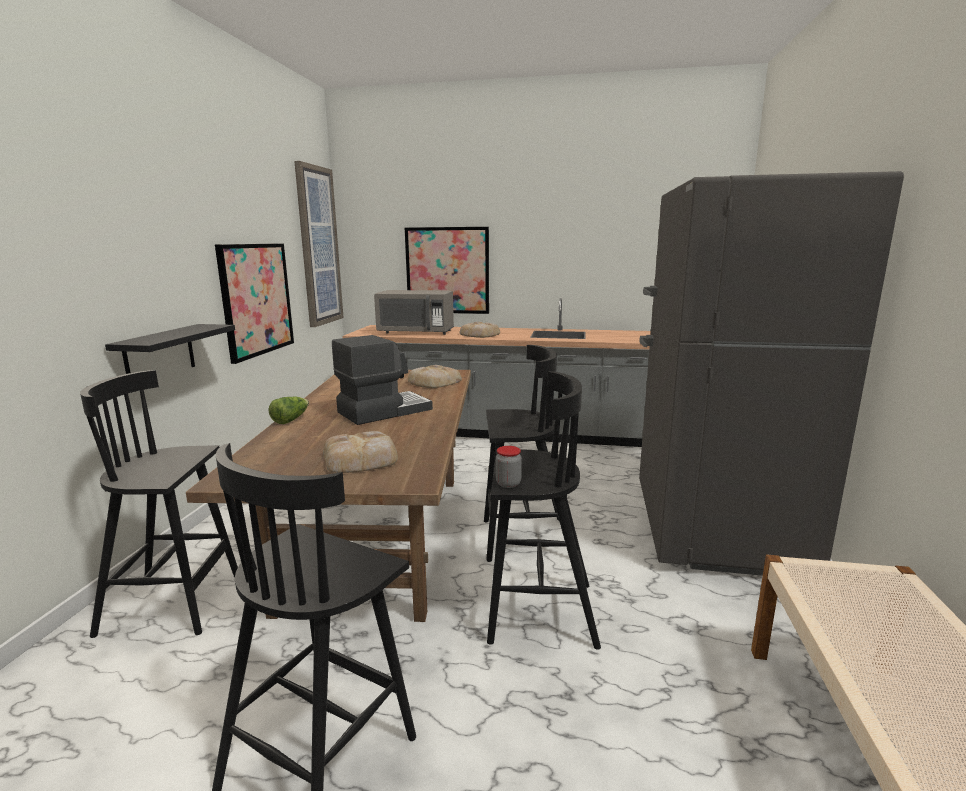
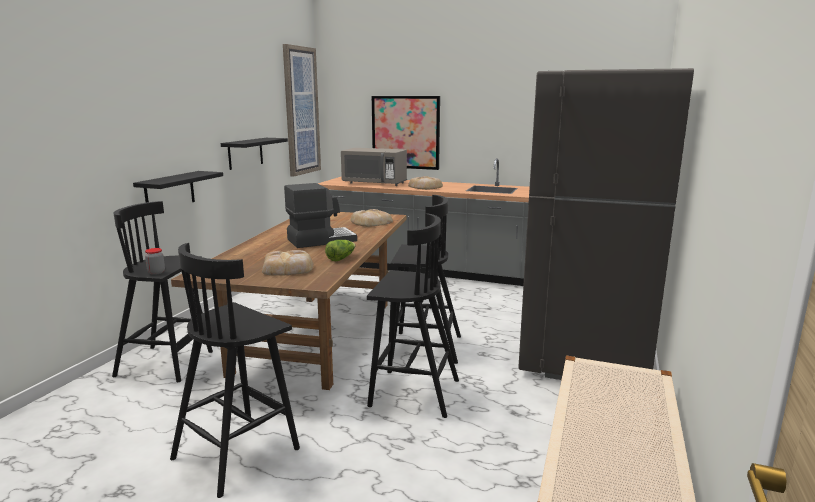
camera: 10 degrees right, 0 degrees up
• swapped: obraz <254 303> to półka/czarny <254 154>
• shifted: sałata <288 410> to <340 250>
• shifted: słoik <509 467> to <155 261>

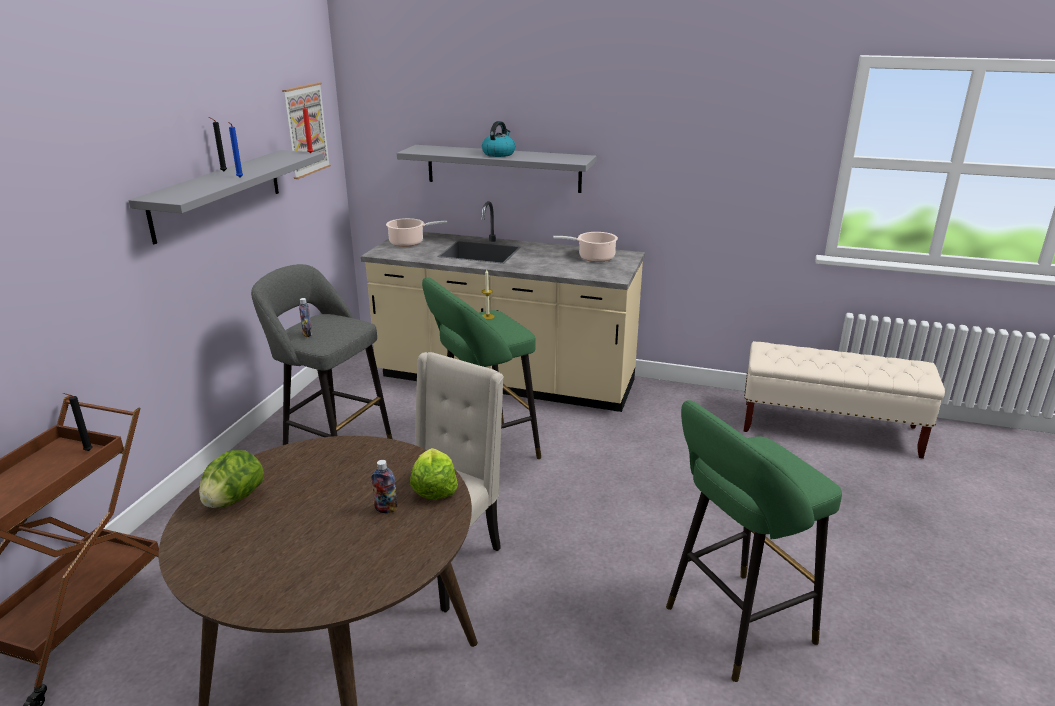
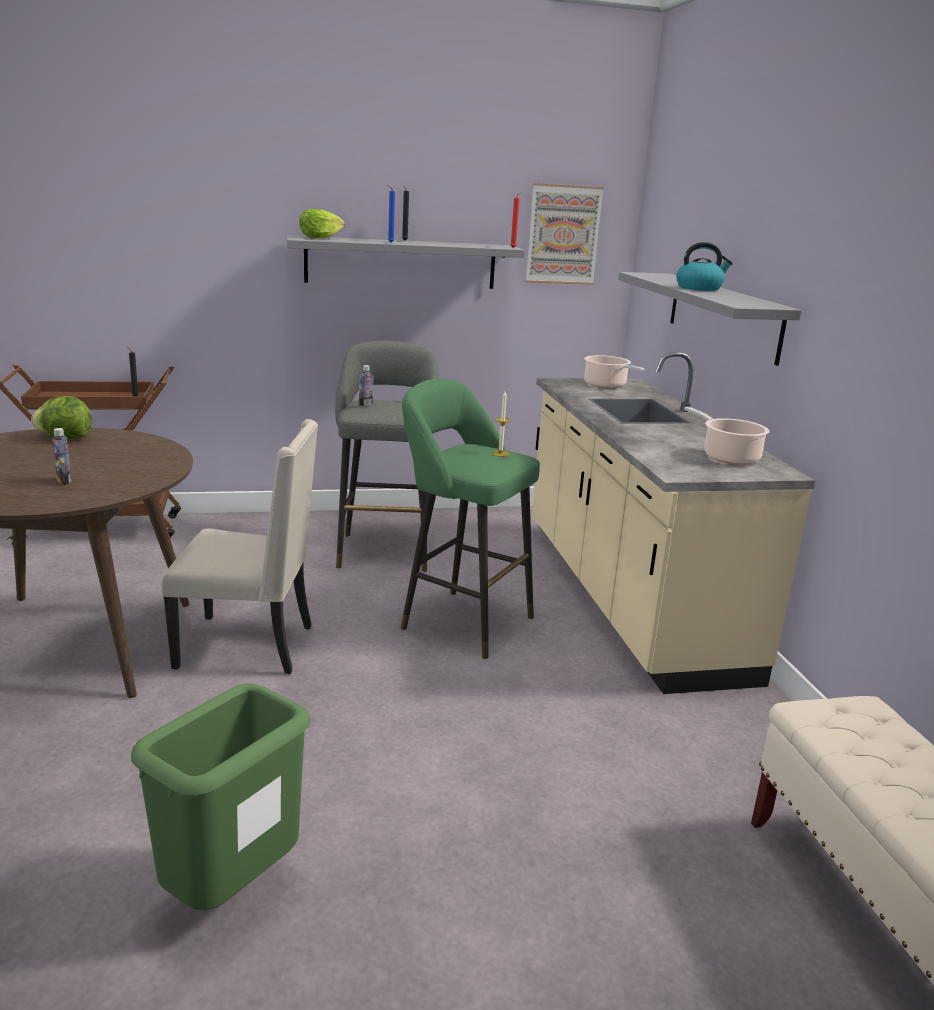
camera: 60 degrees right, 5 degrees down
• swapped: stołek/zielony <754 541> to kosz na śmieci/zielony <221 796>
• shifted: sałata <434 473> to <322 223>

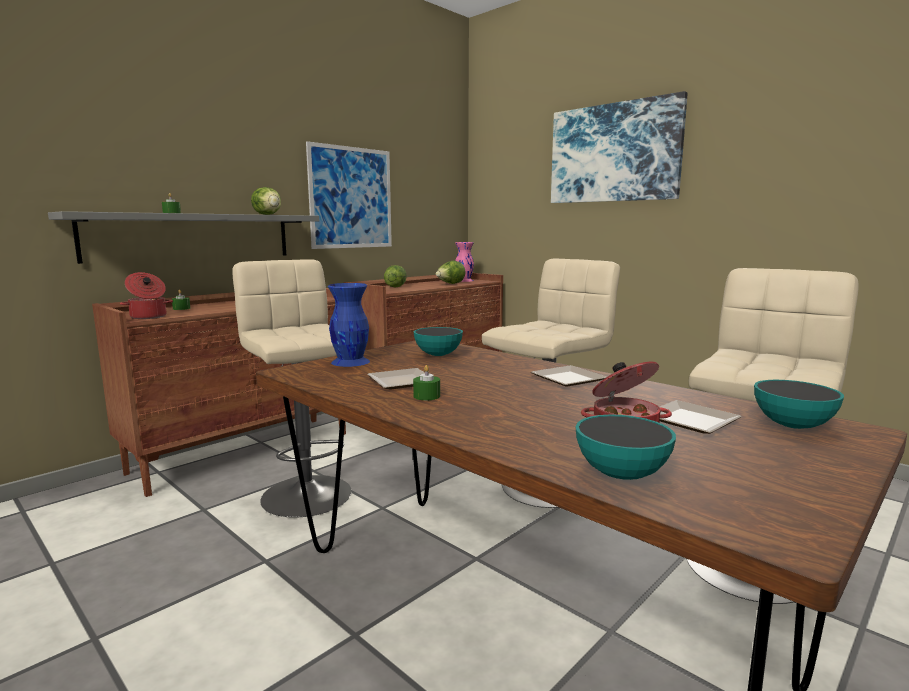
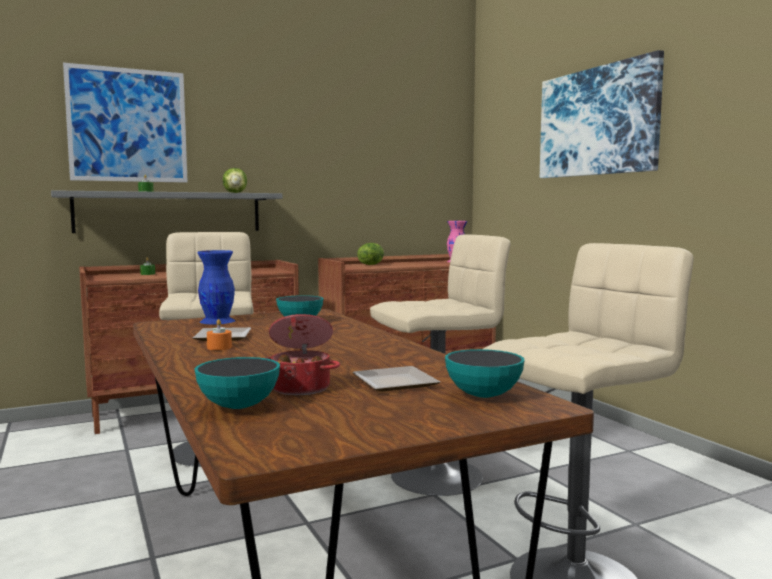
camera: 20 degrees right, 5 degrees down
• shifted: obraz <349 195> to <125 123>
• gone: sałata <451 272>
• gone: garnek <146 295>
• repainted: świeca/zielony <426 383> to świeca/pomarańczowy <219 334>
• gone: talerz <569 376>

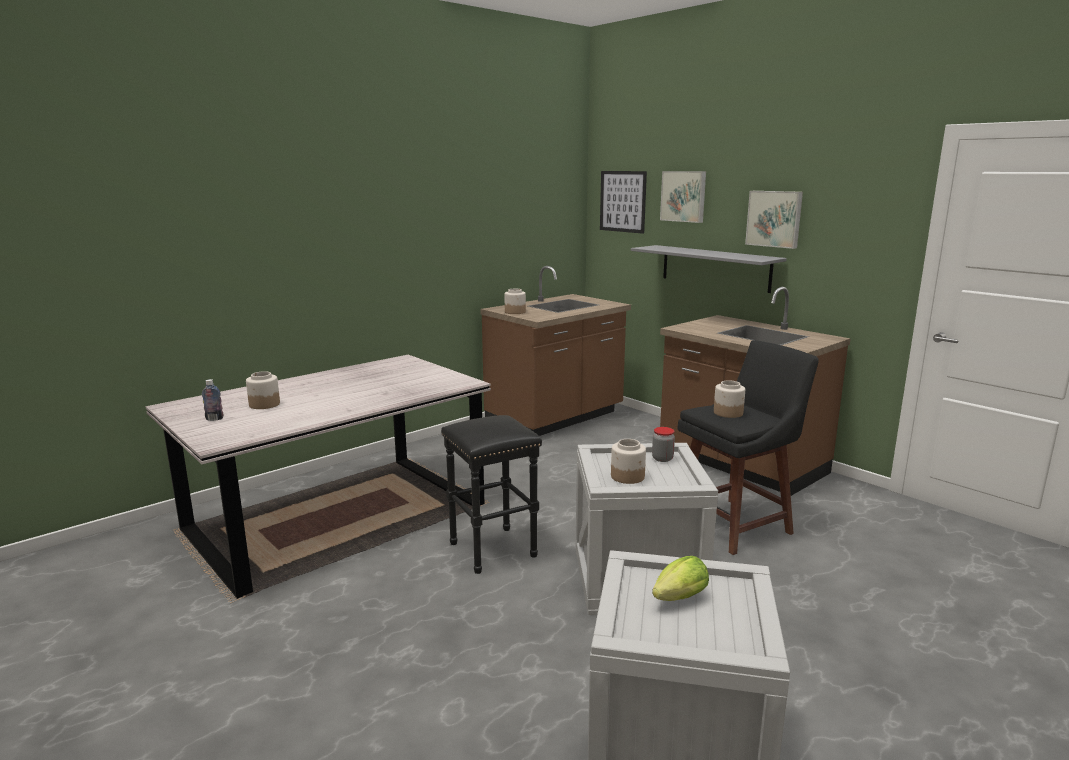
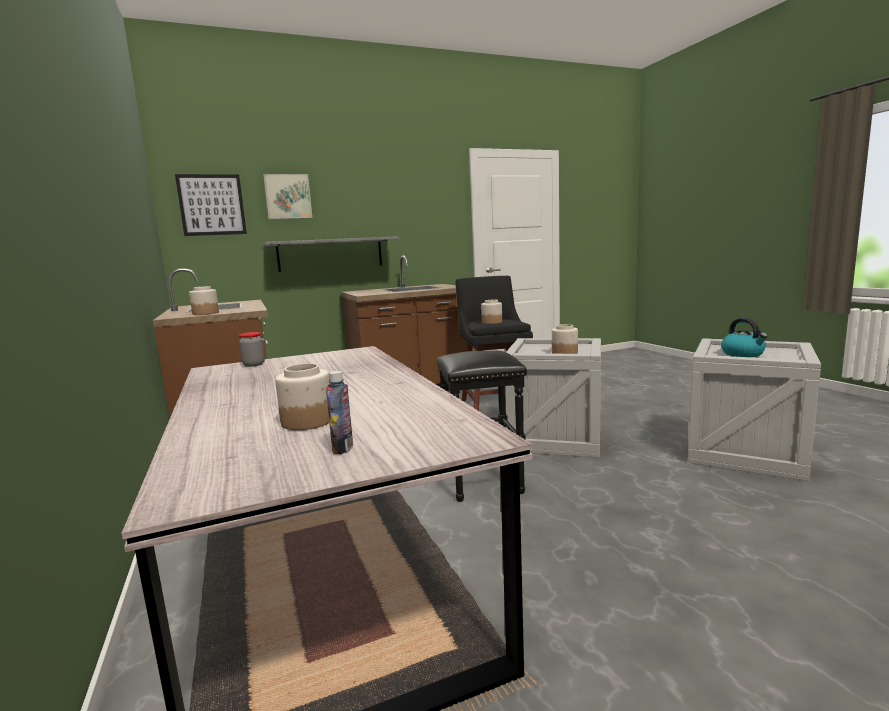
camera: 70 degrees left, 5 degrees down
• gone: obraz <774 220>
• shifted: słoik <663 444> to <252 349>
• swapped: sałata <680 578> to czajnik <744 337>

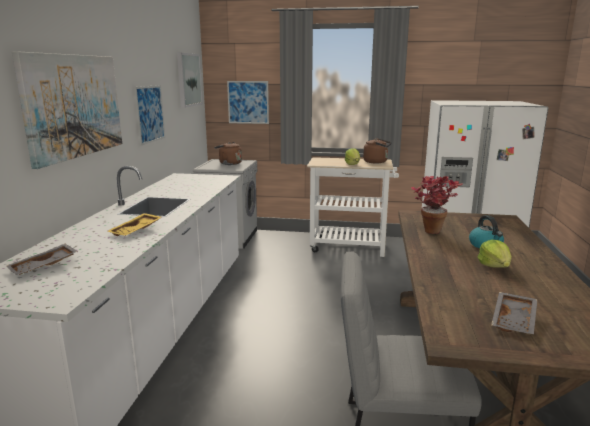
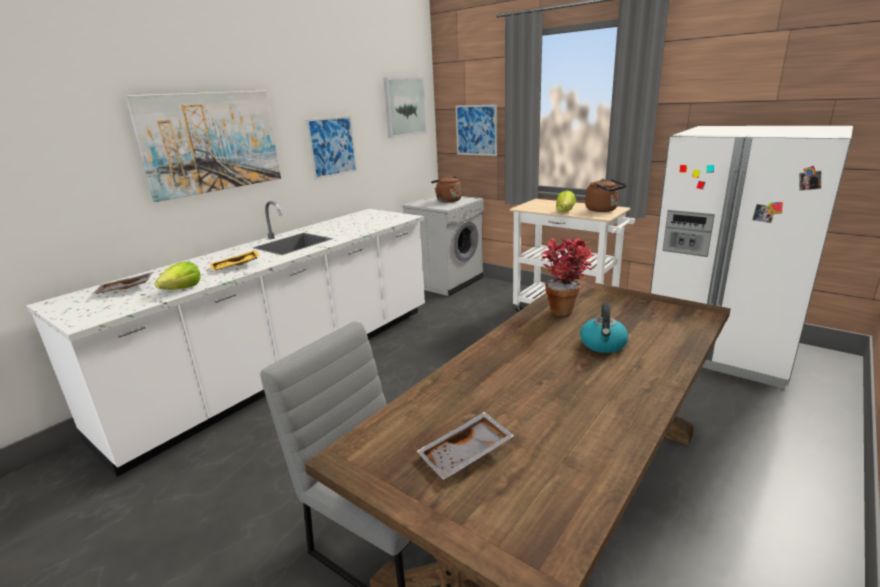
camera: 30 degrees right, 5 degrees up
• shifted: sałata <495 254> to <177 275>

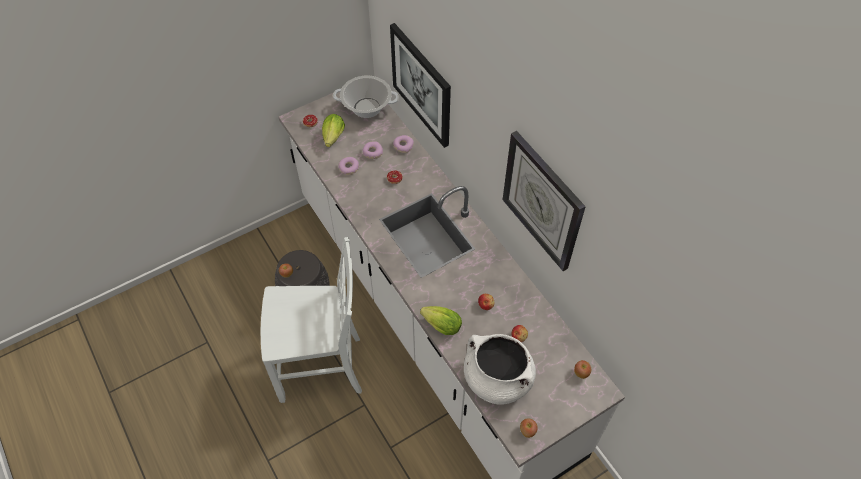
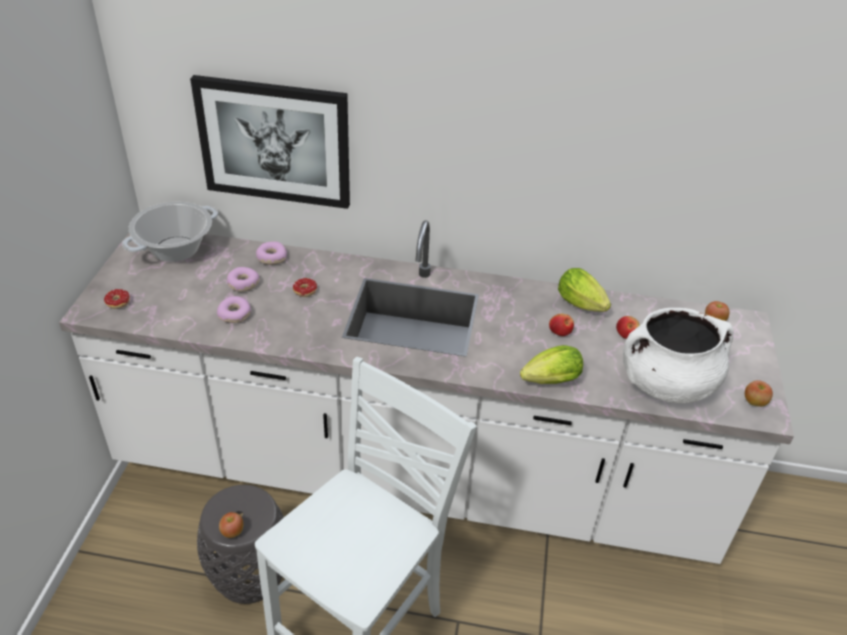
camera: 50 degrees left, 15 degrees down
• shifted: sałata <333 130> to <584 290>
• gone: zegar ścienny <544 201>

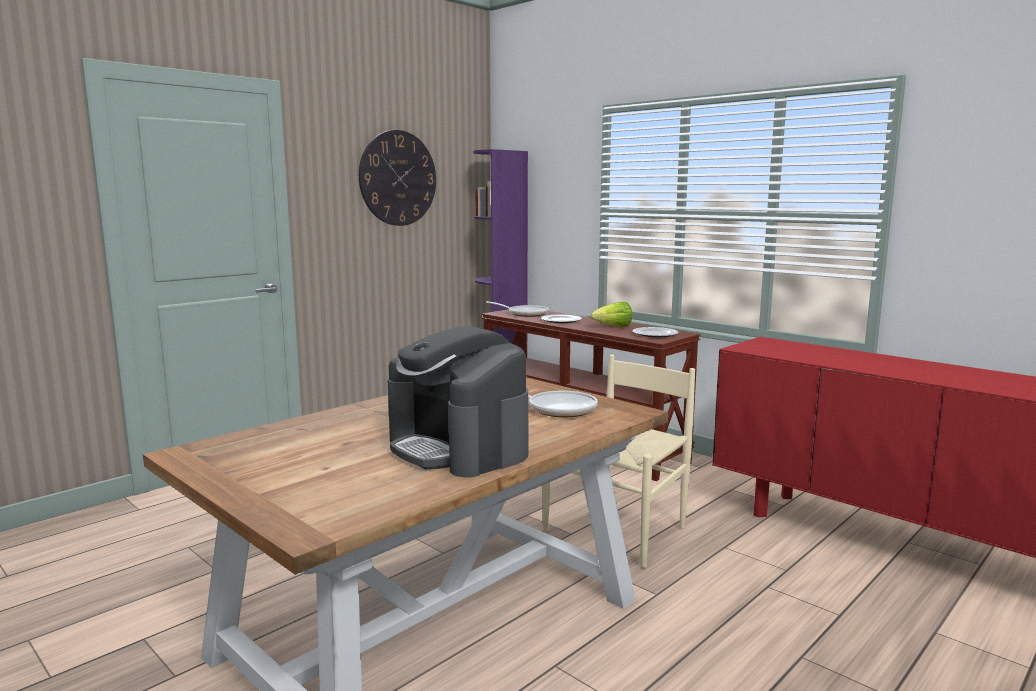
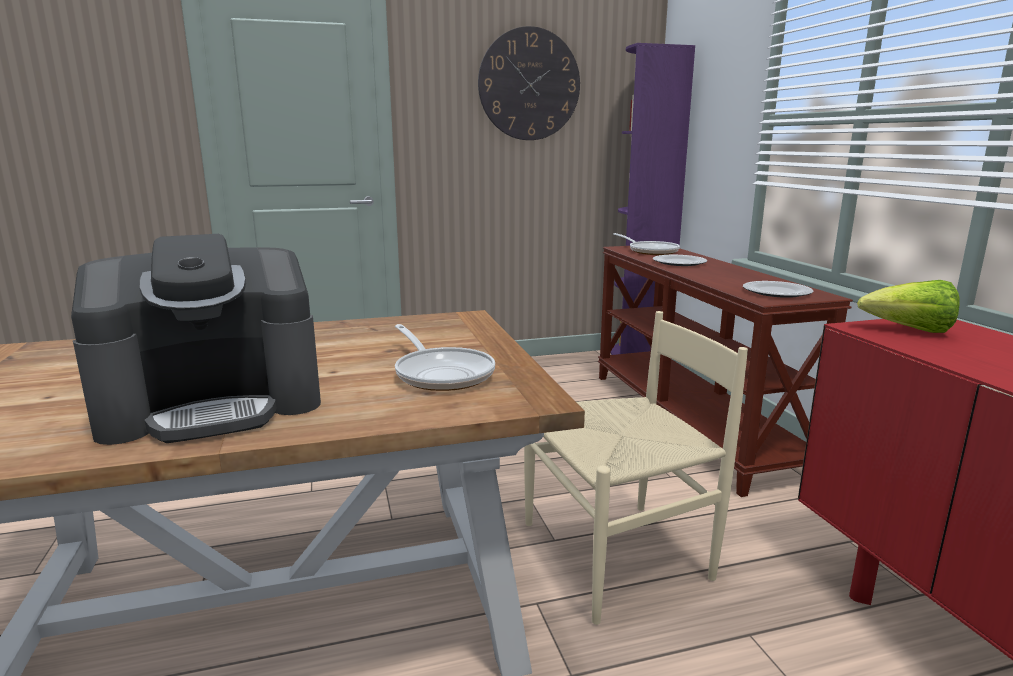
camera: 30 degrees right, 5 degrees up
• shifted: sałata <611 314> to <908 306>
• rotated: ekspres do kawy <458 401> = <196 339> 105 degrees counterclockwise

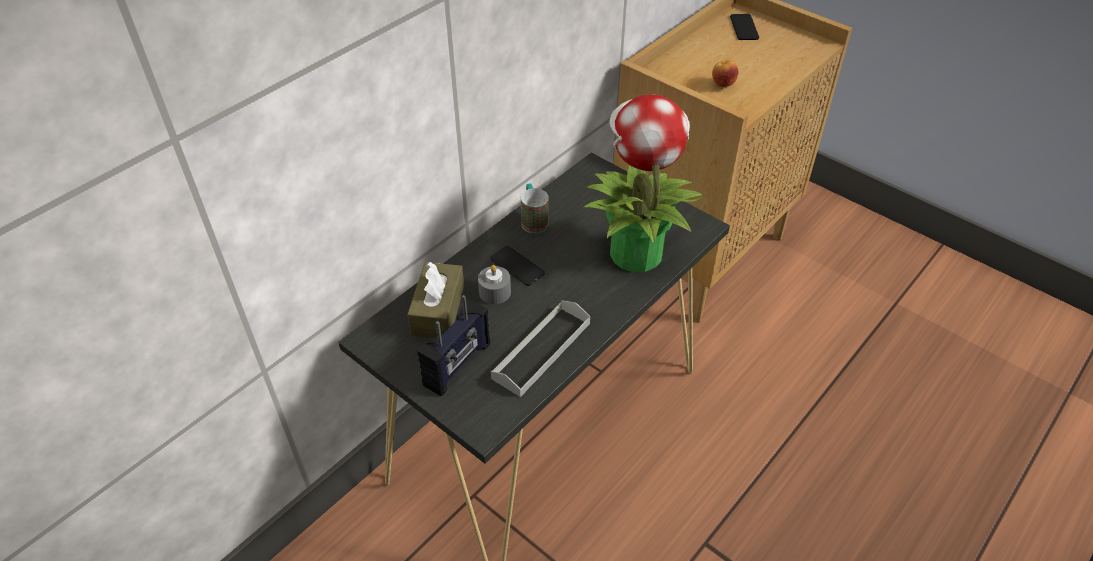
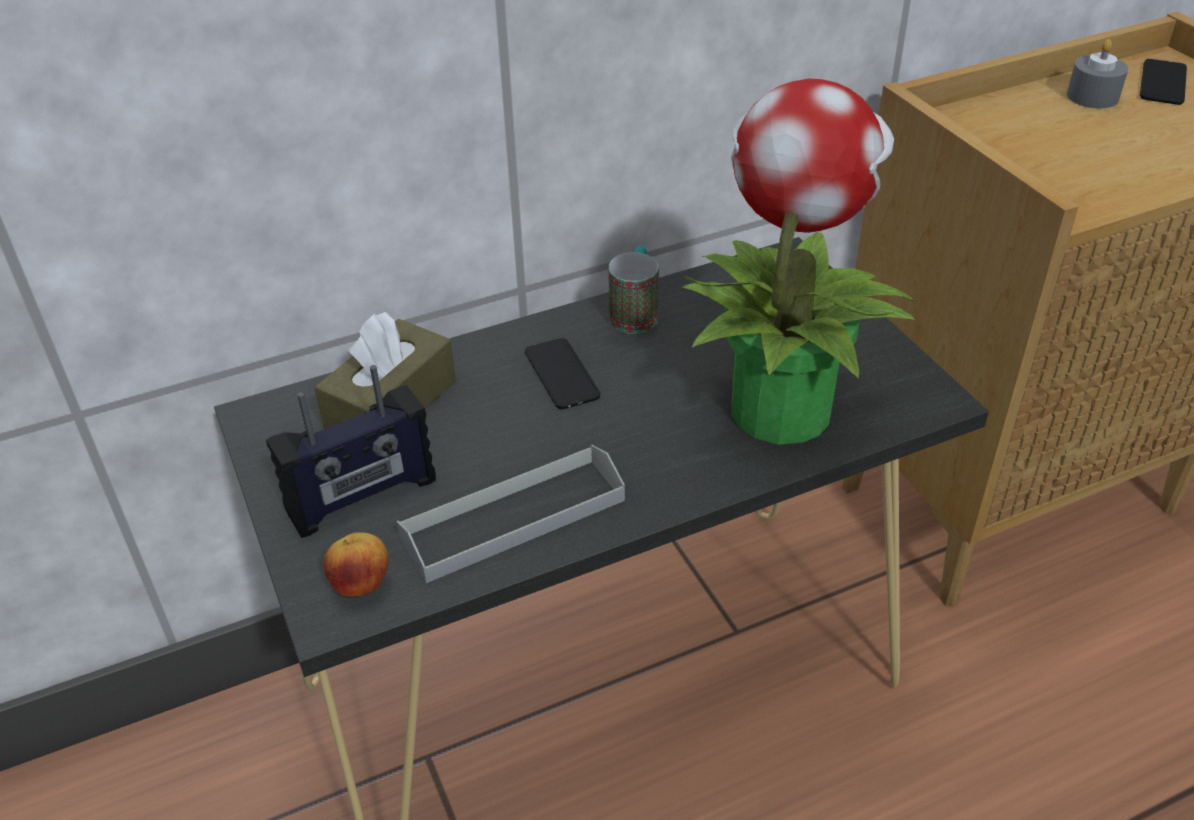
camera: 25 degrees right, 5 degrees down
• shifted: jabłko <725 73> to <356 564>
• shifted: świeca/szary <494 284> to <1097 73>

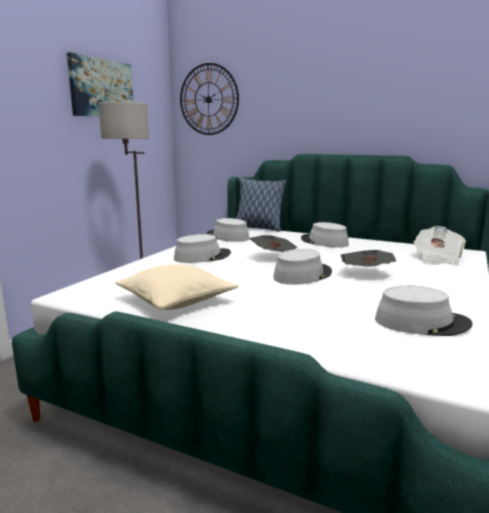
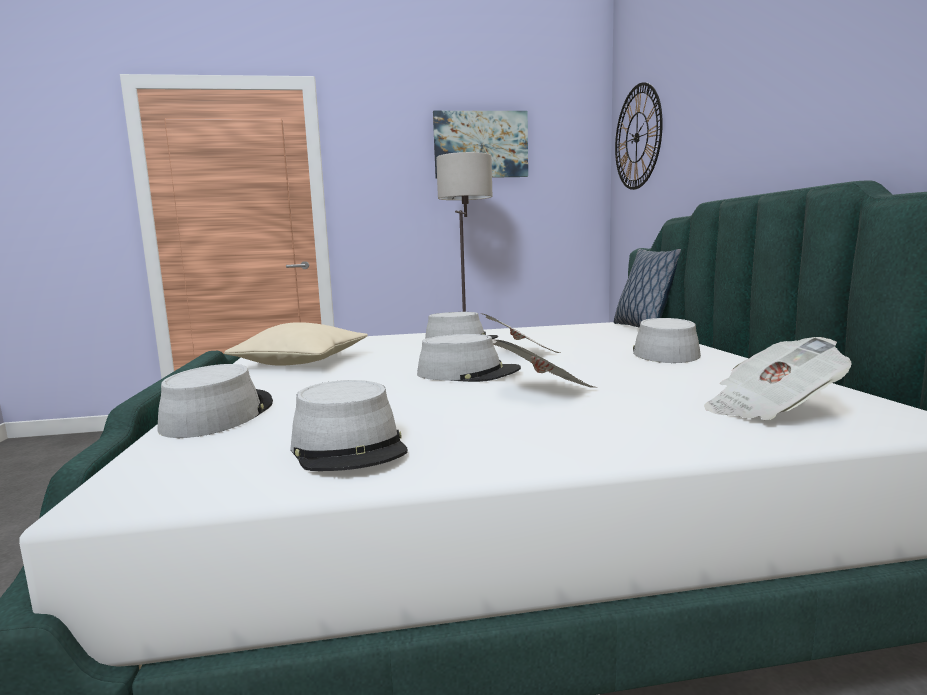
camera: 55 degrees right, 5 degrees down
• shifted: kapelusz/szary <228 230> to <215 401>

